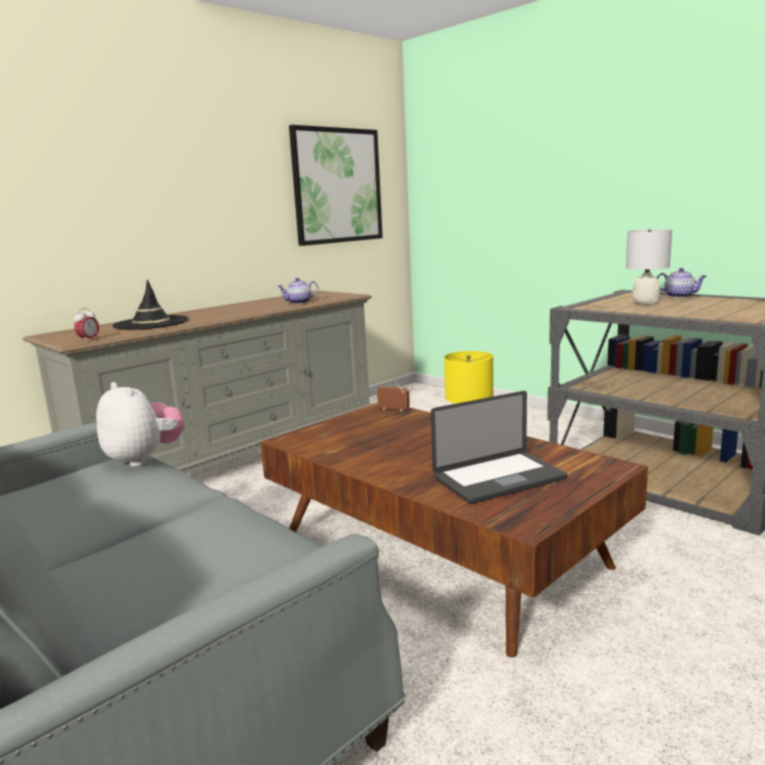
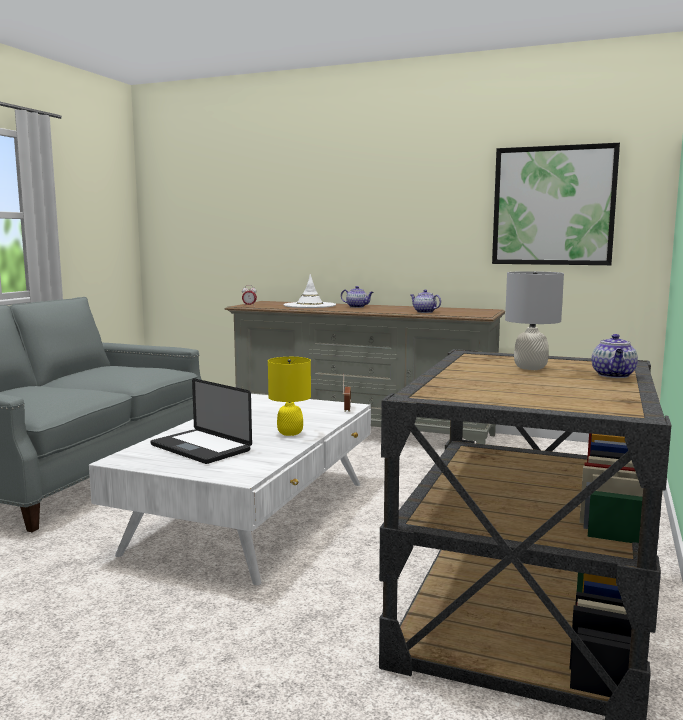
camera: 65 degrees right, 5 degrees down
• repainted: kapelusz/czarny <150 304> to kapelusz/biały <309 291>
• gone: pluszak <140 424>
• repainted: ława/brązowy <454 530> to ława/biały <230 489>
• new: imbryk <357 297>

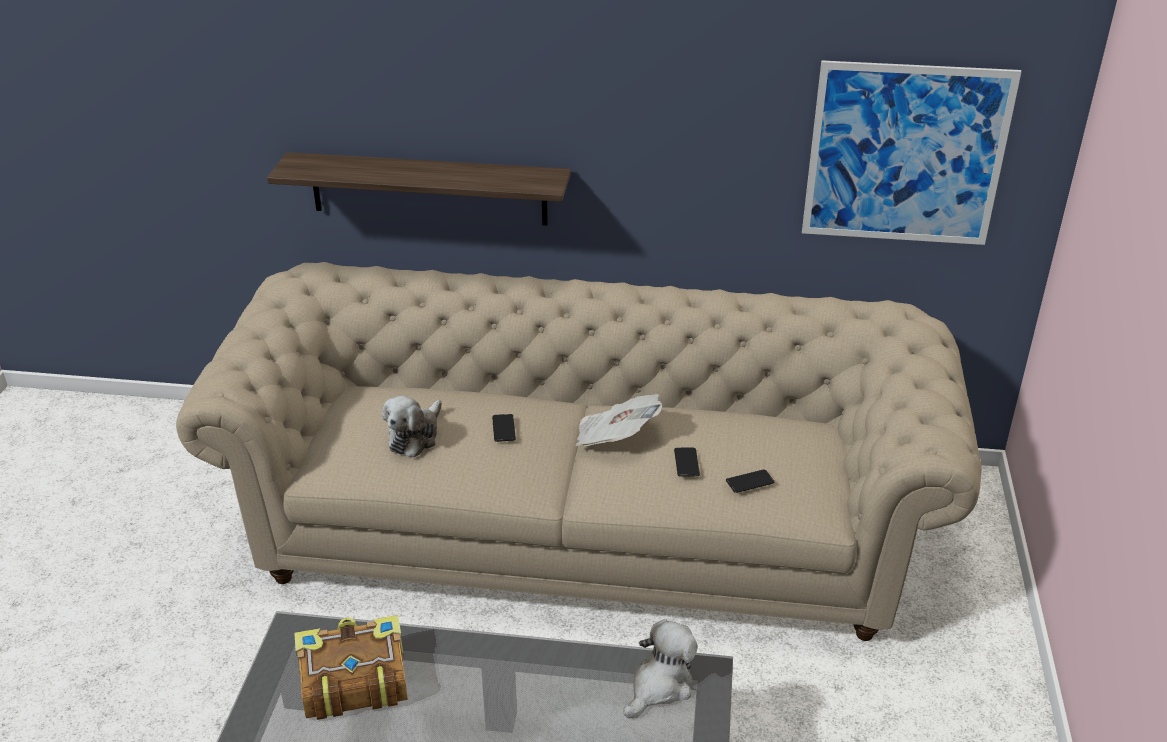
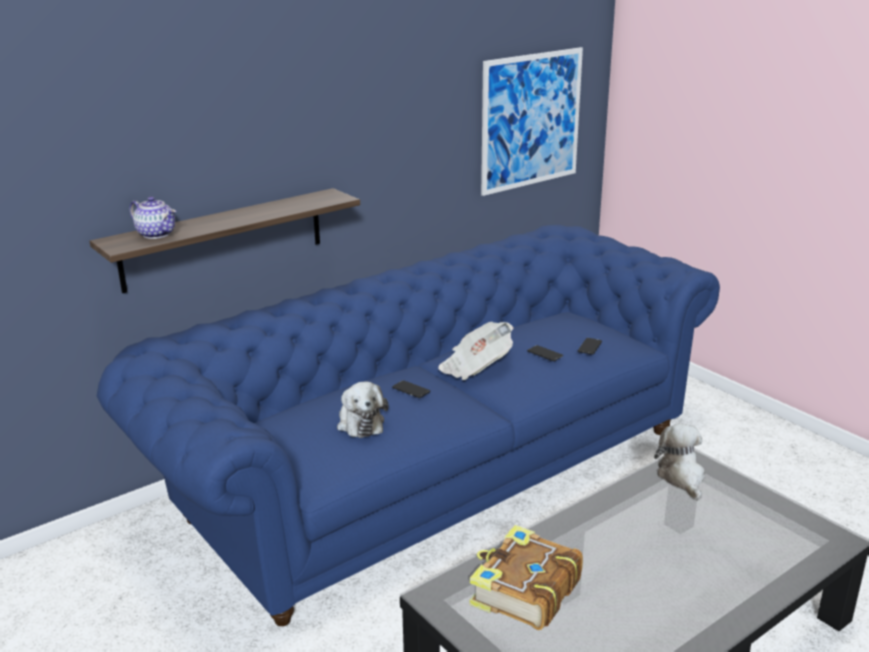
camera: 45 degrees left, 10 degrees down
• repainted: kanapa/beżowy <579 451> to kanapa/niebieski <408 425>
• new: imbryk <153 218>

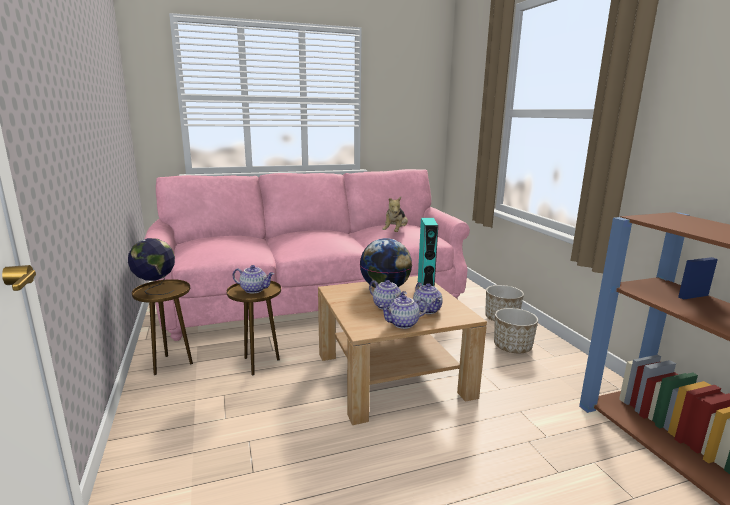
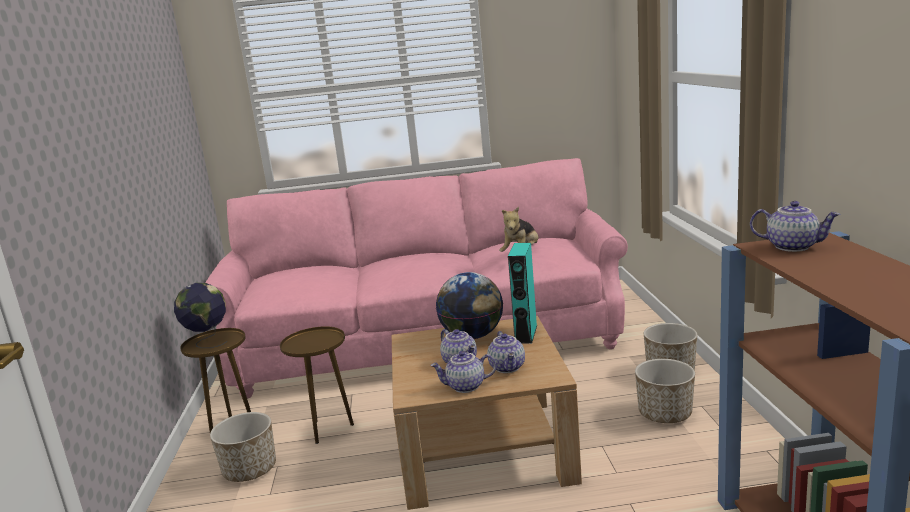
camera: 15 degrees right, 0 degrees up
• shifted: imbryk <253 279> to <795 226>
• new: donica <243 447>

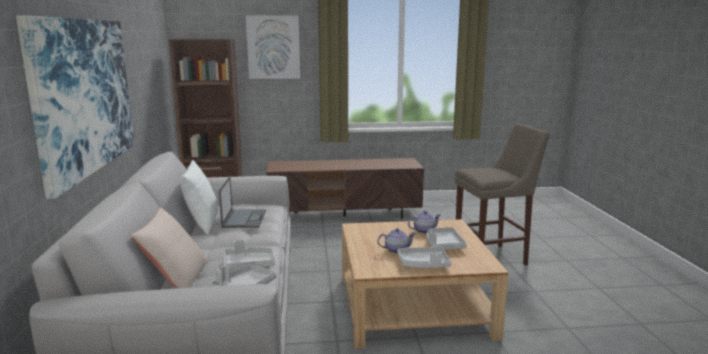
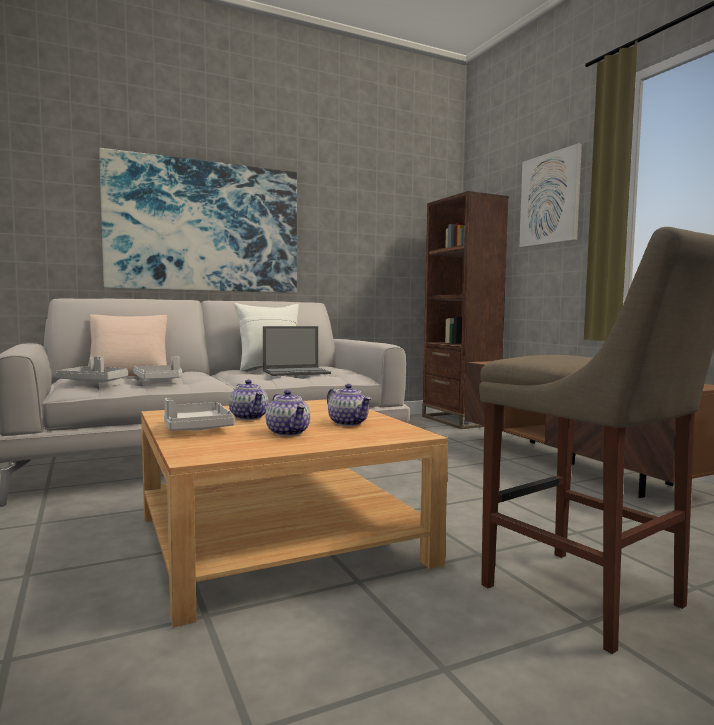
camera: 70 degrees right, 10 degrees down
• swapped: taca/szary <447 238> to imbryk <288 413>

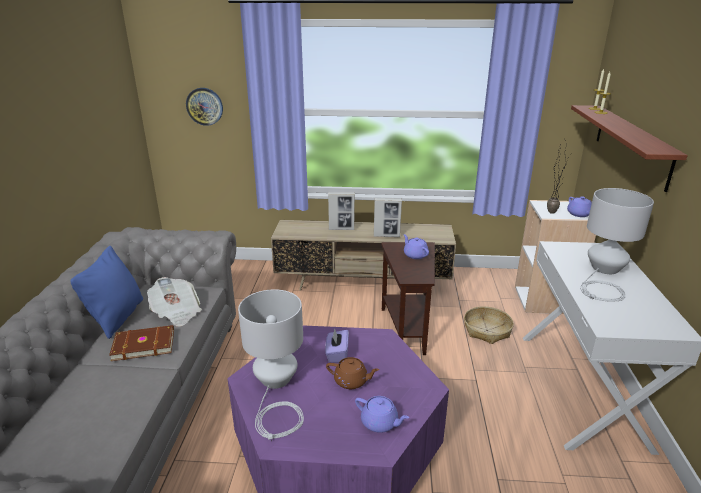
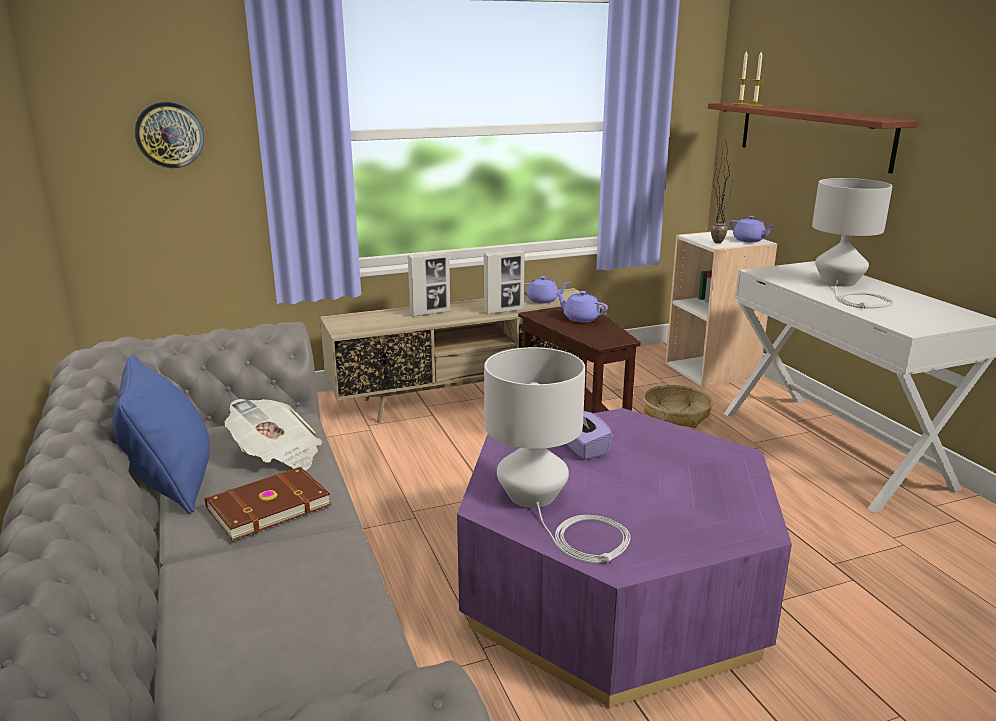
camera: 25 degrees left, 5 degrees down
• gone: imbryk/brązowy <352 373>
• shifted: imbryk/fioletowy <382 414> to <547 289>

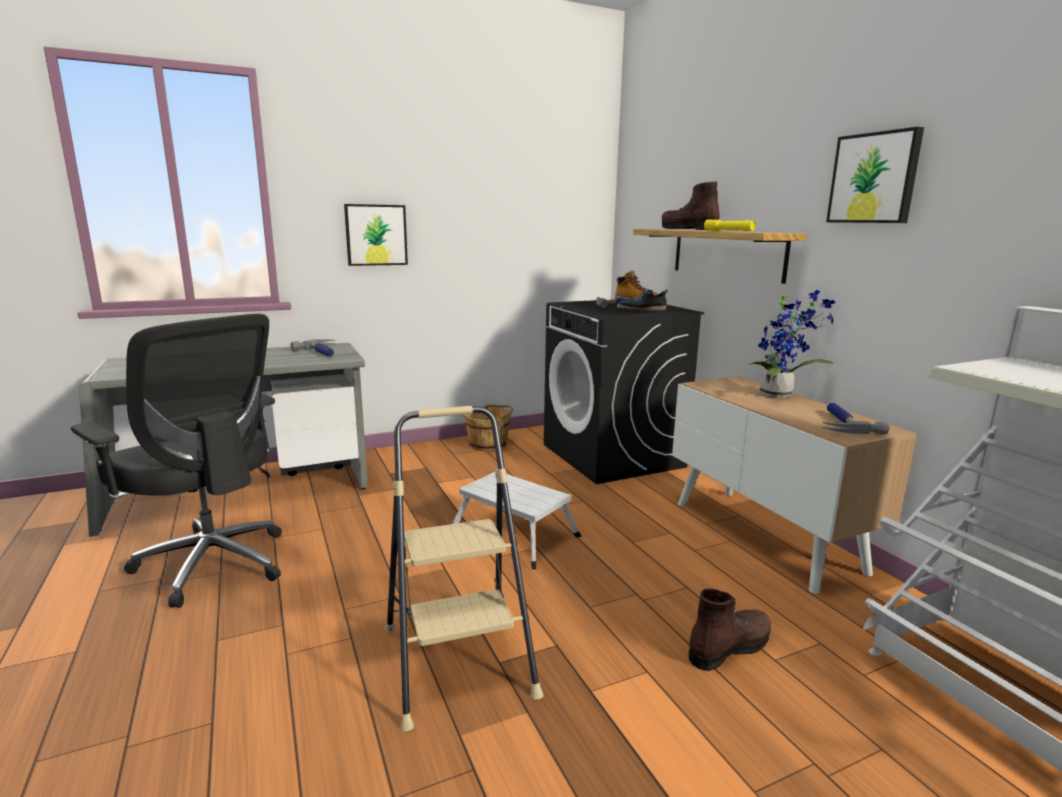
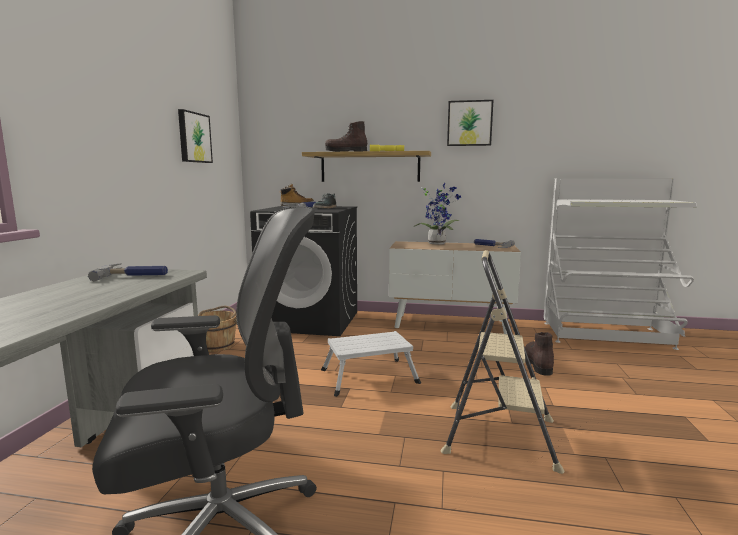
camera: 55 degrees left, 5 degrees down
• shifted: obraz <376 235> to <195 136>

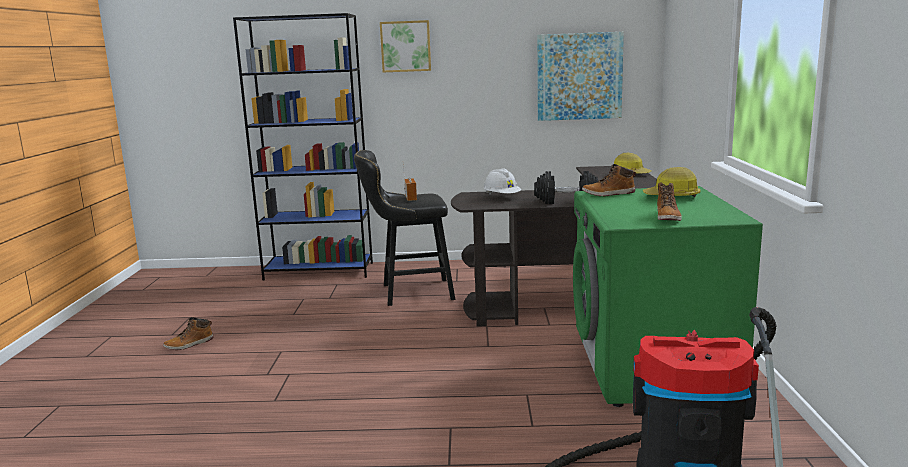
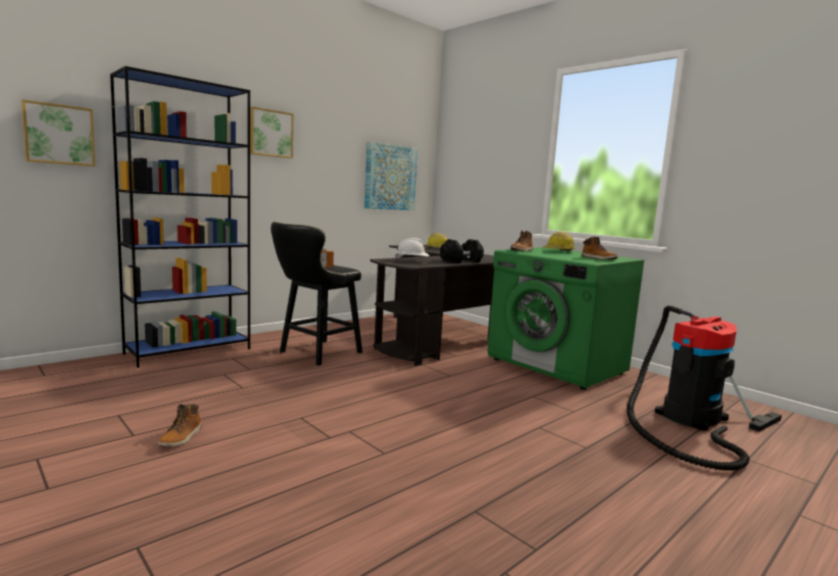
camera: 45 degrees left, 5 degrees down
• new: obraz <58 132>

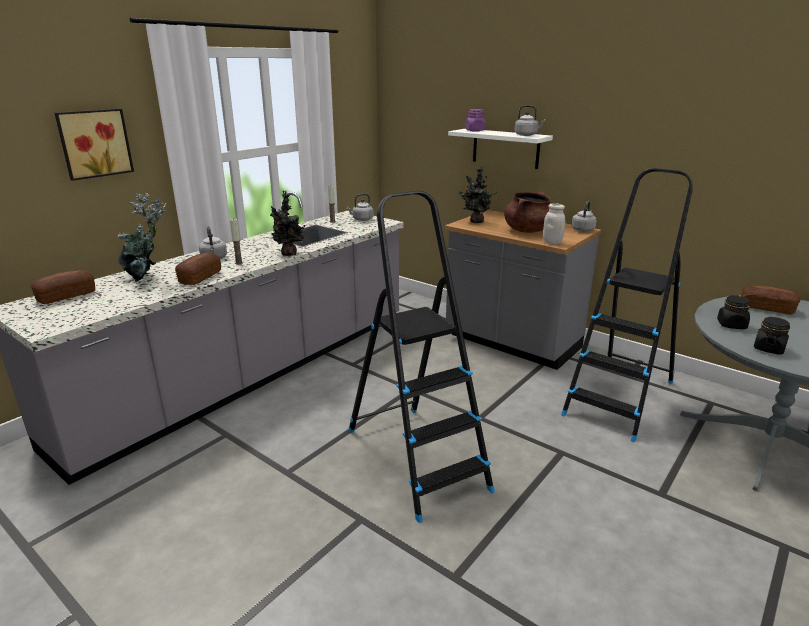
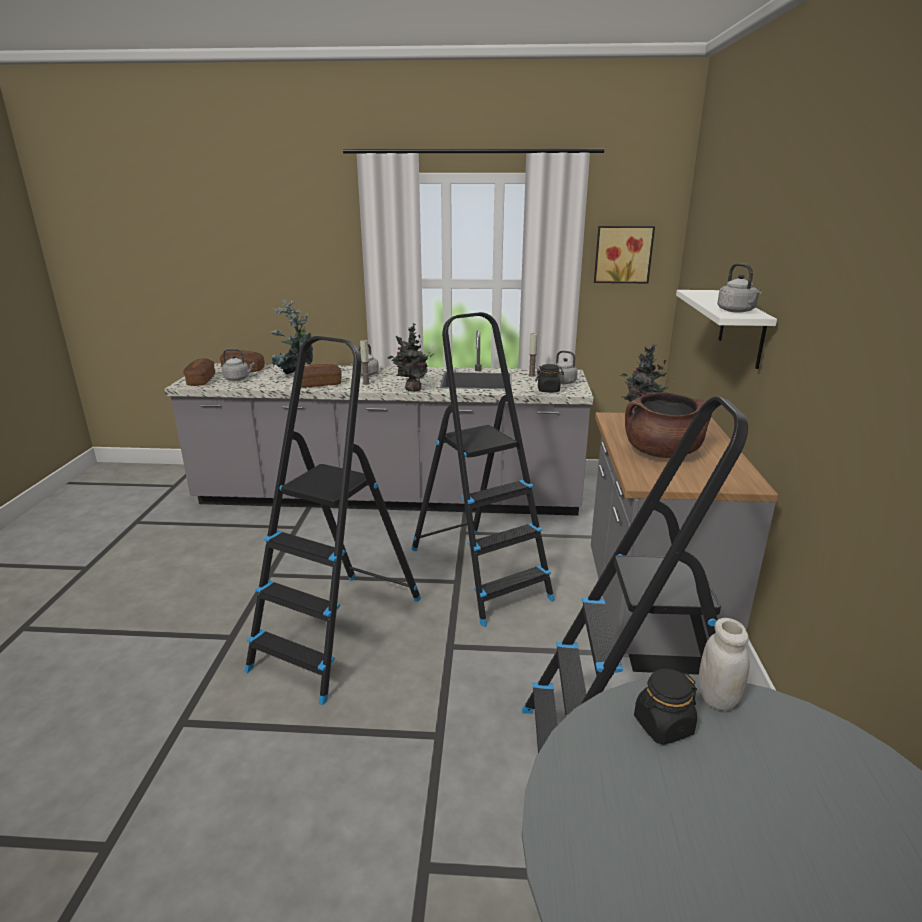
camera: 55 degrees right, 0 degrees up
• shifted: obraz <94 145> to <624 254>
• gone: słoik/fioletowy <475 120>
• shifted: czajnik/szary <584 216> to <238 365>
• shifted: słoik/biały <554 223> to <724 664>
• shifted: chleb <771 299> to <199 372>
• shifted: słoik/czarny <772 336> to <549 378>
• new: drabinka/czarny <483 469>

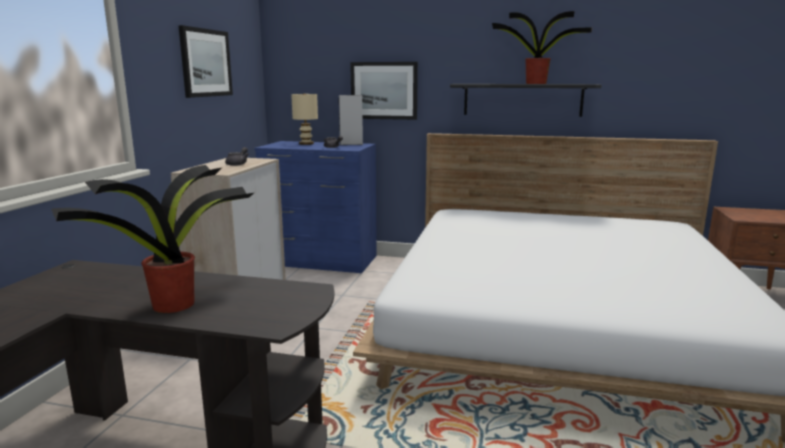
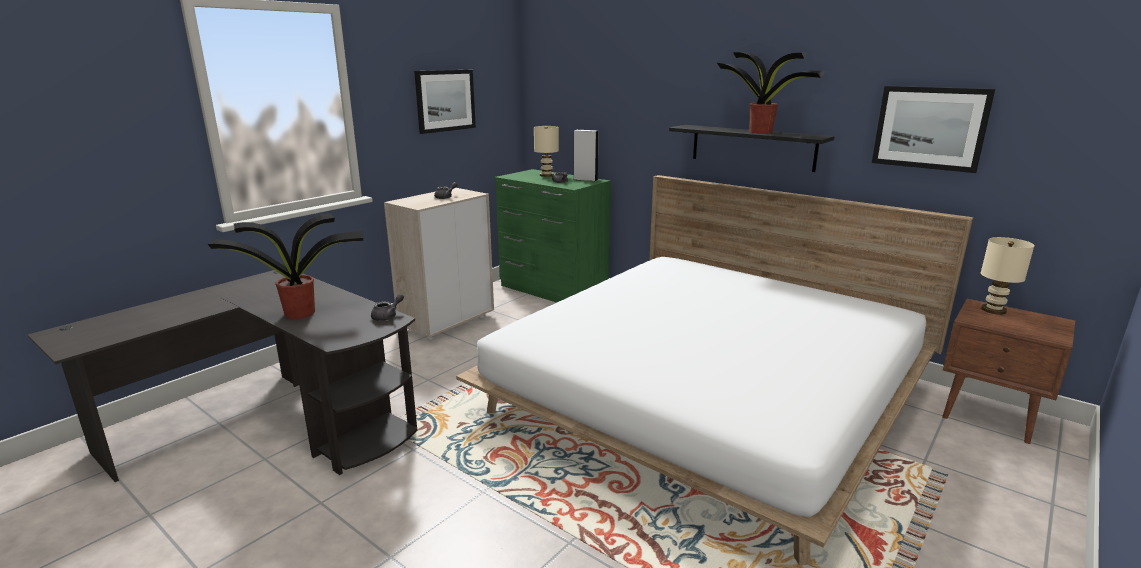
camera: 25 degrees right, 5 degrees up
• shifted: obraz <384 91> to <933 129>
• repainted: komoda/niebieski <315 207> to komoda/zielony <553 236>
• new: lampa stołowa/beżowy <1007 276>
• new: imbryk/szary <387 307>

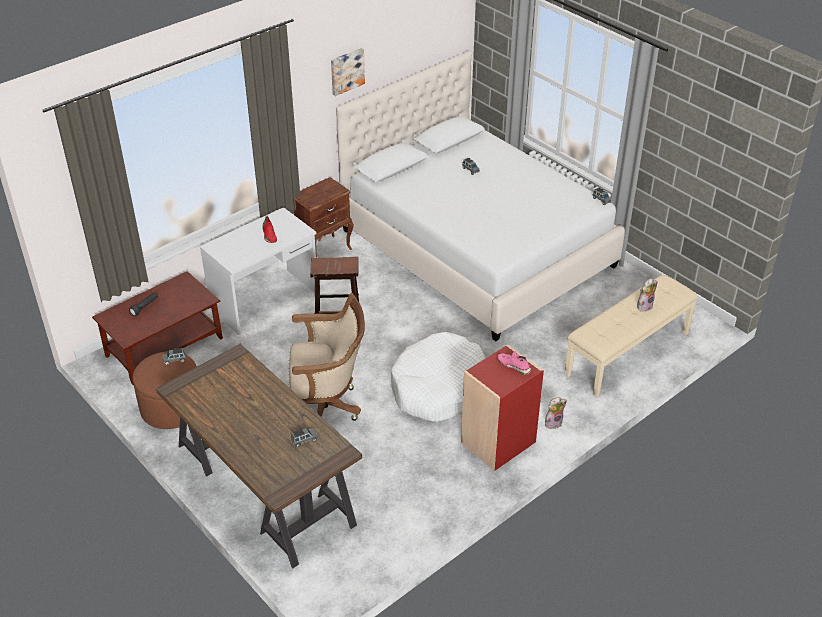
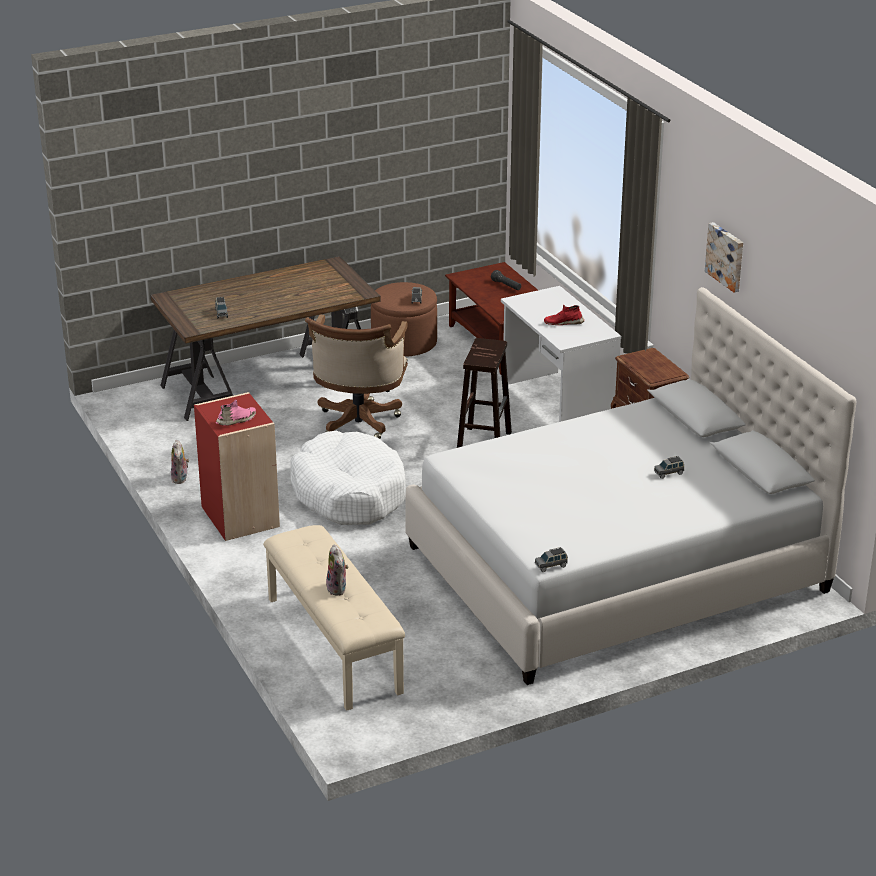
camera: 105 degrees right, 10 degrees down
• shifted: pluszak <556 413> to <180 462>

